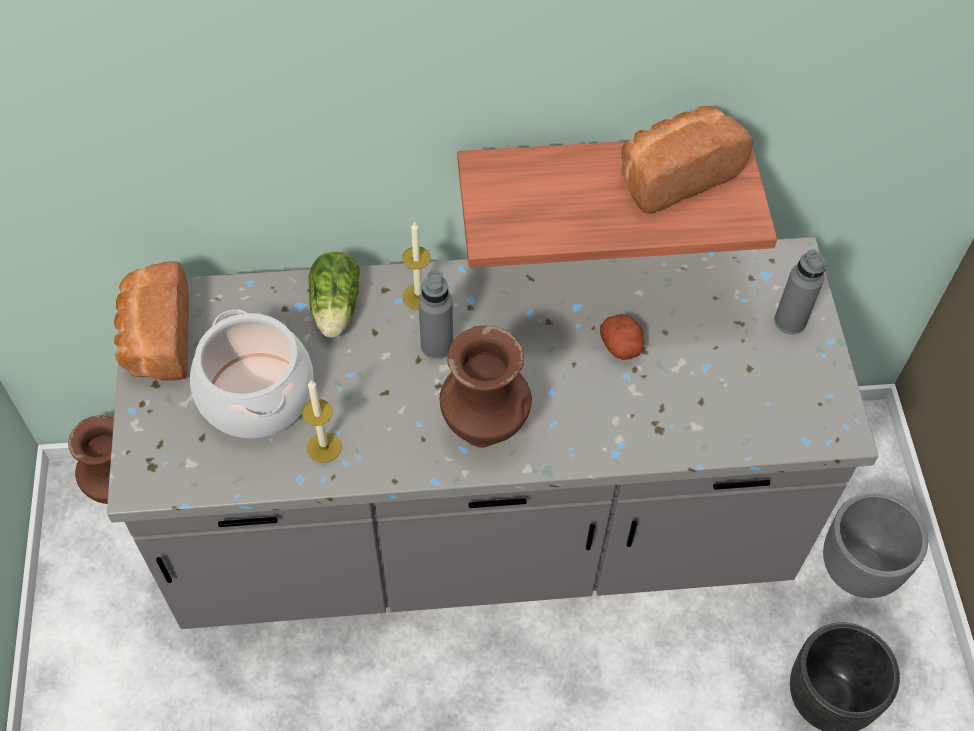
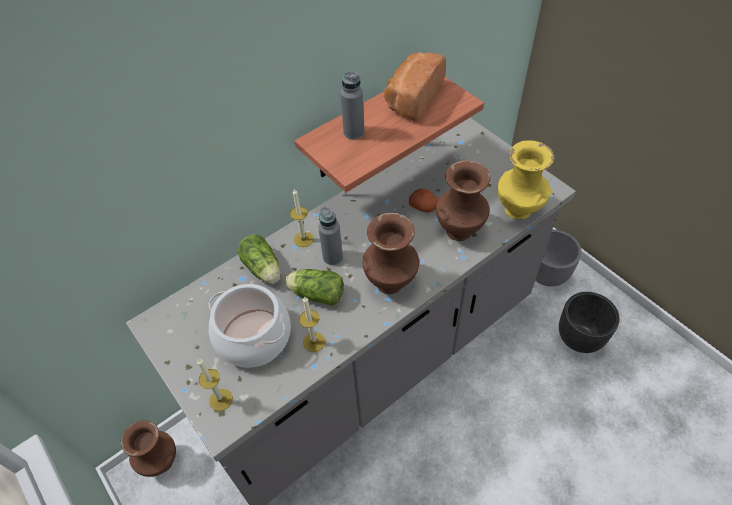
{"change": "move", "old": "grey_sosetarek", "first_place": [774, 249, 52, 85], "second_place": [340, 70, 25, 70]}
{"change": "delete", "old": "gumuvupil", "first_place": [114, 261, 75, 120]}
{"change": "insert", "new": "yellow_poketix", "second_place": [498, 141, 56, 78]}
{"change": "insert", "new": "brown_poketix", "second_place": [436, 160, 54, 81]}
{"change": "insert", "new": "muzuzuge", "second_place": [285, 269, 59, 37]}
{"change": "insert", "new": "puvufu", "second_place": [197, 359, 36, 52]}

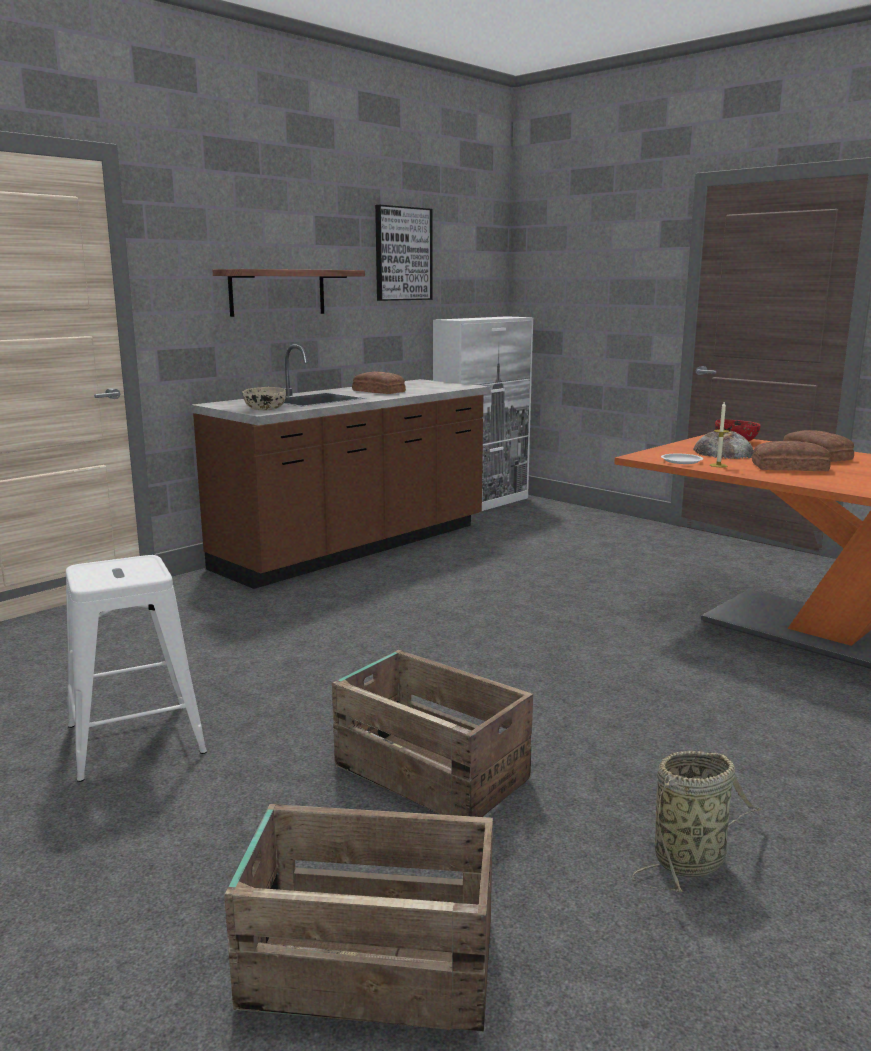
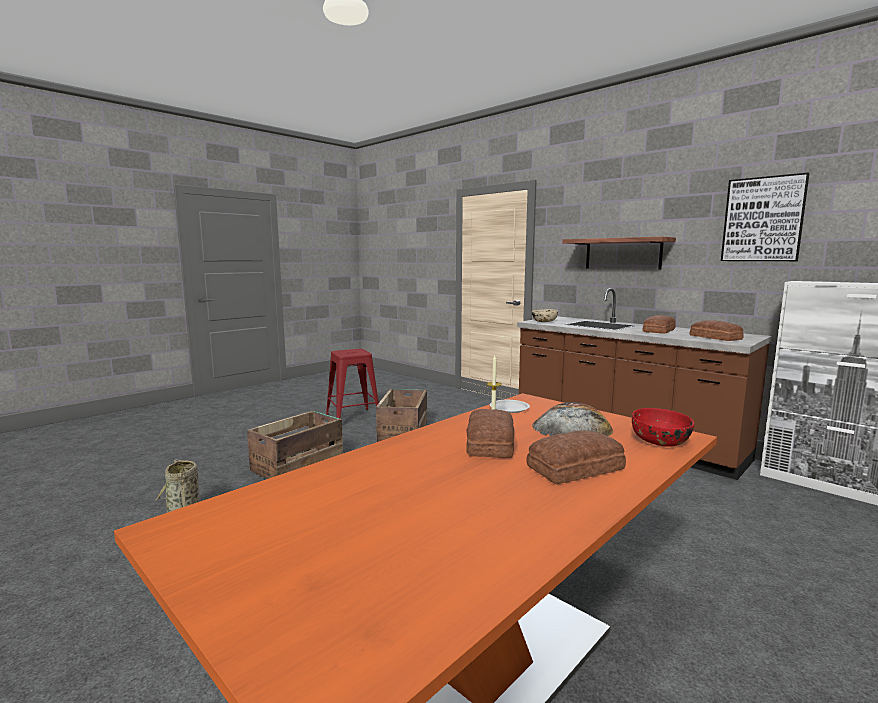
{"change": "recolor", "old": "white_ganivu", "new": "red_ganivu", "first_place": [66, 555, 141, 227], "second_place": [326, 349, 53, 69]}
{"change": "move", "old": "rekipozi", "first_place": [224, 804, 269, 227], "second_place": [376, 389, 51, 53]}
{"change": "insert", "new": "gumuvupil", "second_place": [689, 320, 55, 21]}

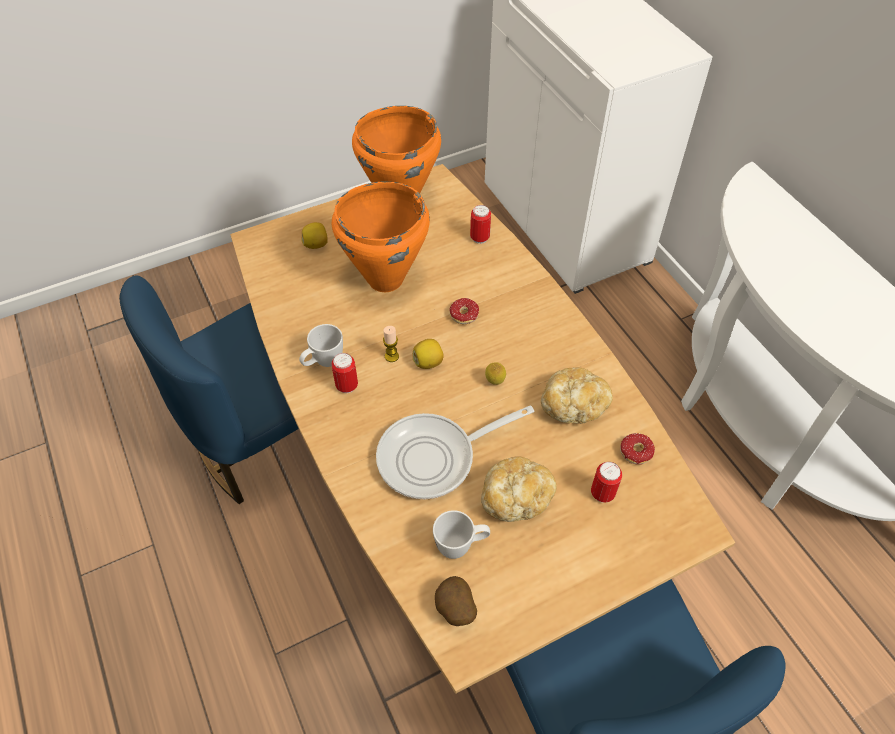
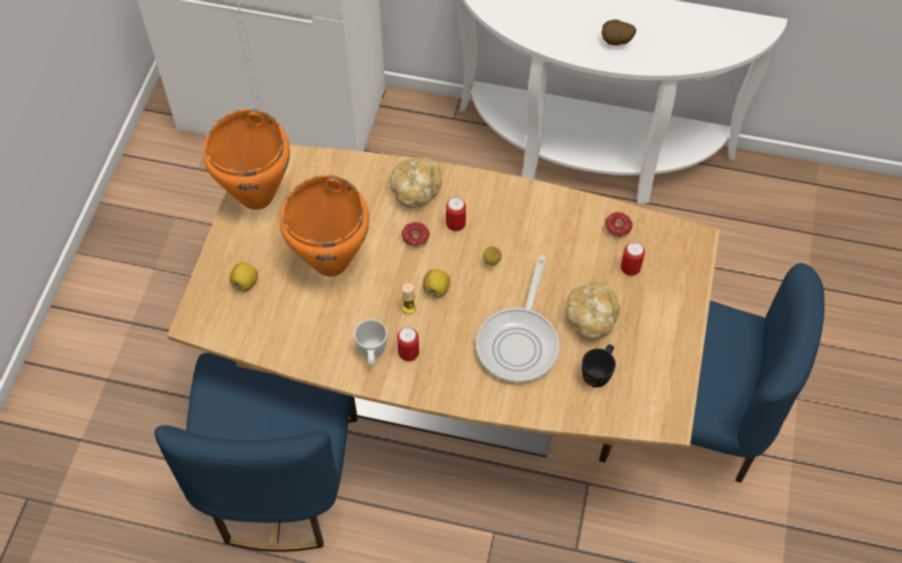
{"change": "move", "old": "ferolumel", "first_place": [470, 205, 21, 39], "second_place": [446, 197, 20, 35]}
{"change": "move", "old": "gumuvupil", "first_place": [541, 367, 72, 57], "second_place": [390, 157, 52, 51]}
{"change": "recolor", "old": "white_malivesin", "new": "black_malivesin", "first_place": [433, 510, 57, 49], "second_place": [582, 344, 34, 44]}
{"change": "move", "old": "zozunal", "first_place": [435, 576, 42, 50], "second_place": [602, 20, 34, 25]}

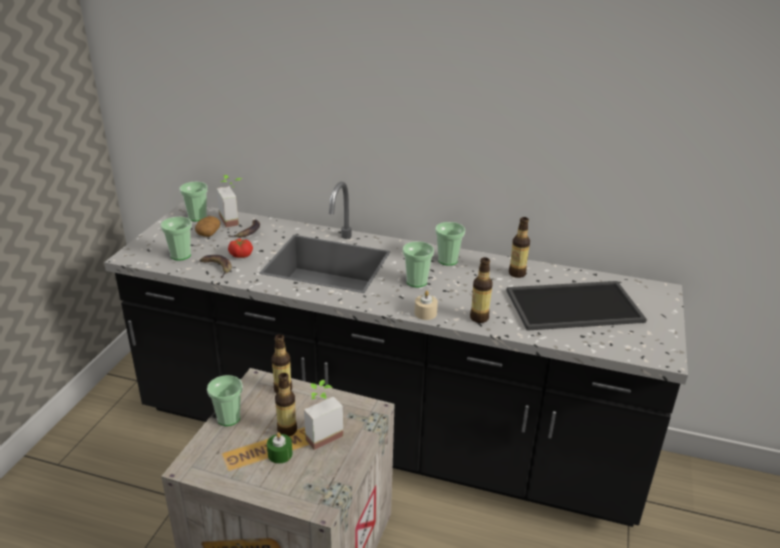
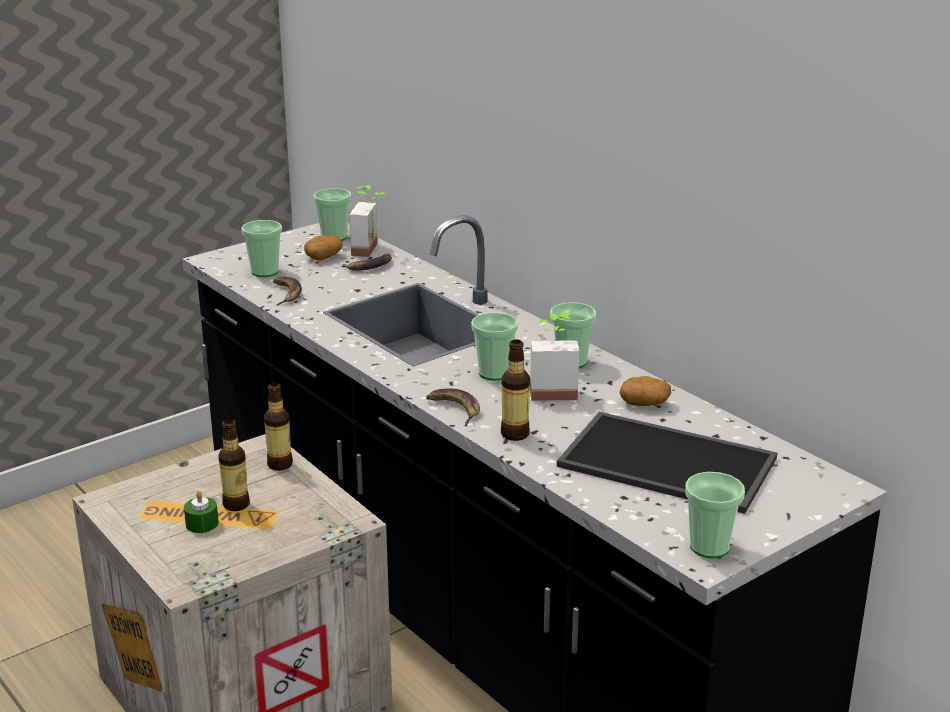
{"change": "replace", "old": "sosetarek", "new": "zozunal", "first_place": [509, 217, 21, 61], "second_place": [620, 376, 51, 30]}
{"change": "delete", "old": "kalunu", "first_place": [228, 238, 25, 20]}
{"change": "replace", "old": "beige_puvufu", "new": "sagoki", "first_place": [414, 291, 24, 29], "second_place": [426, 389, 54, 36]}
{"change": "move", "old": "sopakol", "first_place": [207, 375, 36, 51], "second_place": [685, 472, 60, 86]}
{"change": "move", "old": "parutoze", "first_place": [304, 380, 39, 70], "second_place": [530, 312, 49, 89]}

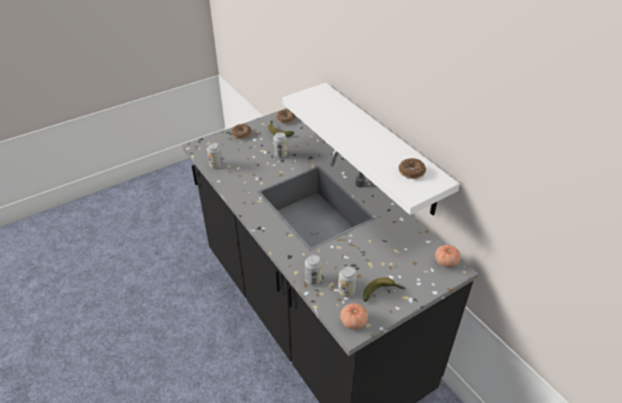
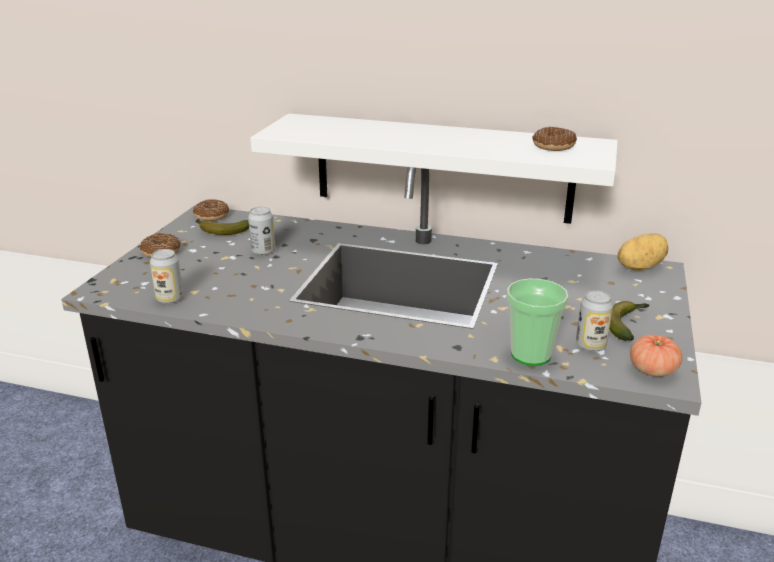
{"change": "replace", "old": "kalunu", "new": "zozunal", "first_place": [435, 245, 26, 23], "second_place": [618, 233, 50, 38]}
{"change": "replace", "old": "ferolumel", "new": "sopakol", "first_place": [305, 254, 17, 31], "second_place": [507, 279, 62, 87]}

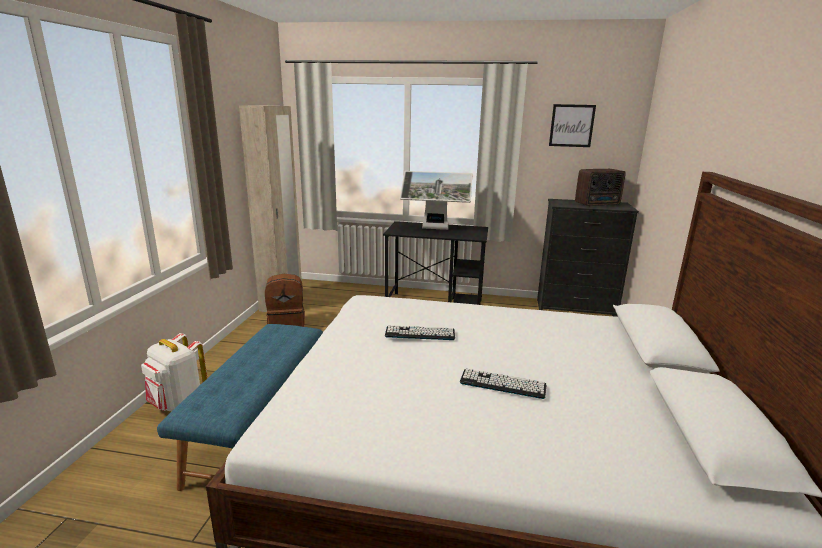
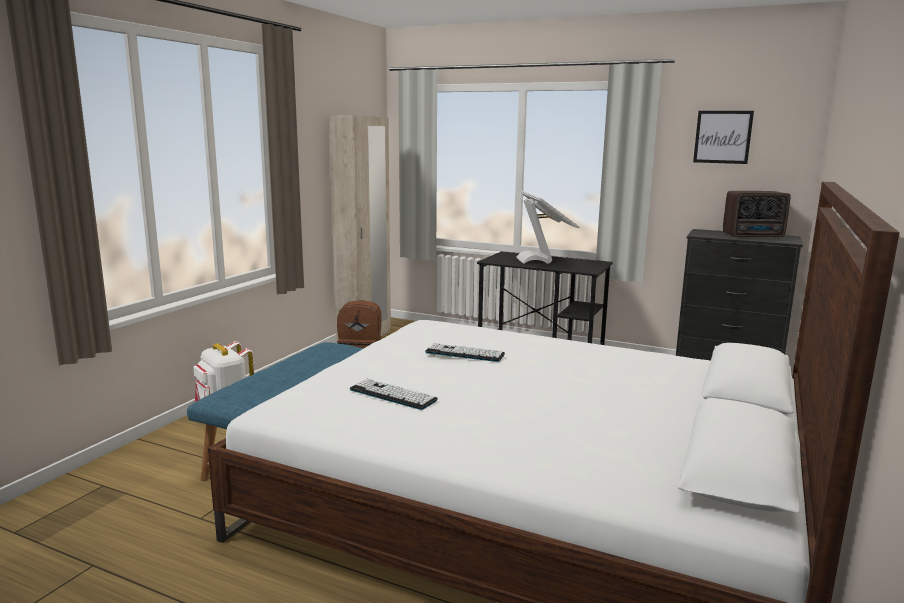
{"change": "rotate", "old": "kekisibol", "first_place": [400, 171, 72, 59], "second_place": [516, 190, 63, 74], "degrees": -120}
{"change": "move", "old": "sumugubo", "first_place": [460, 369, 86, 30], "second_place": [350, 379, 88, 31]}

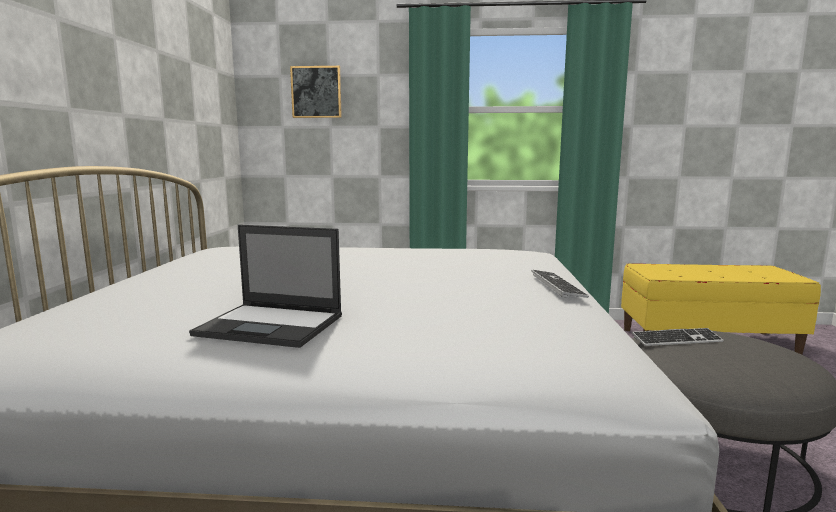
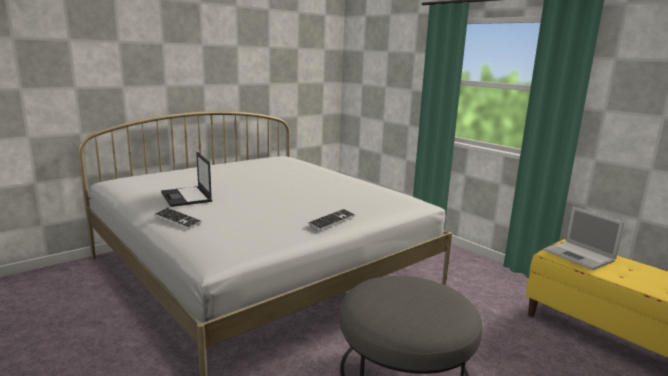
{"change": "delete", "old": "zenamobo", "first_place": [290, 66, 52, 52]}
{"change": "move", "old": "sumugubo", "first_place": [632, 328, 92, 18], "second_place": [154, 208, 48, 21]}
{"change": "insert", "new": "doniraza", "second_place": [544, 207, 80, 63]}

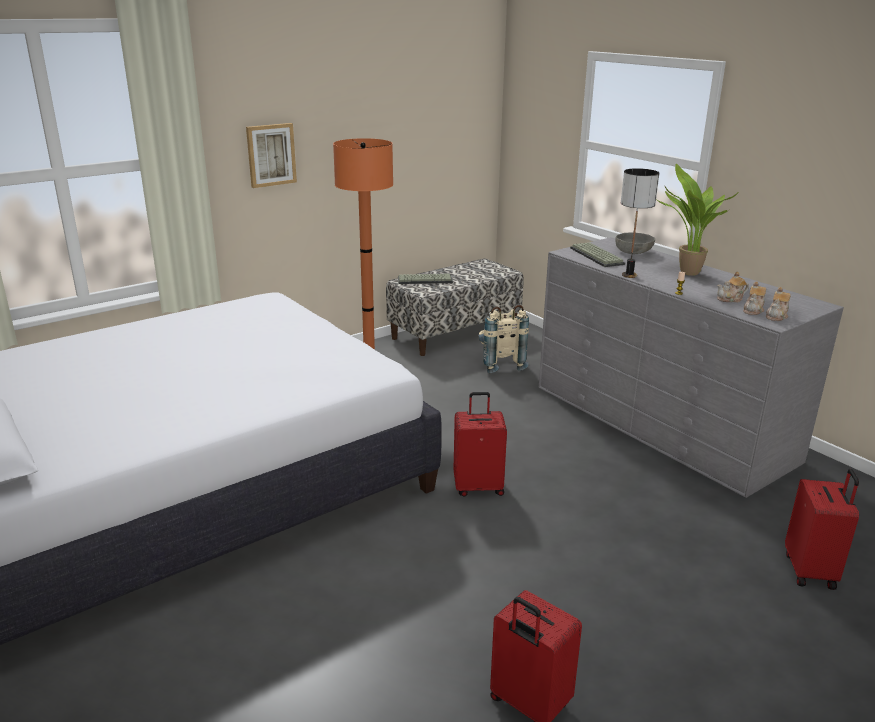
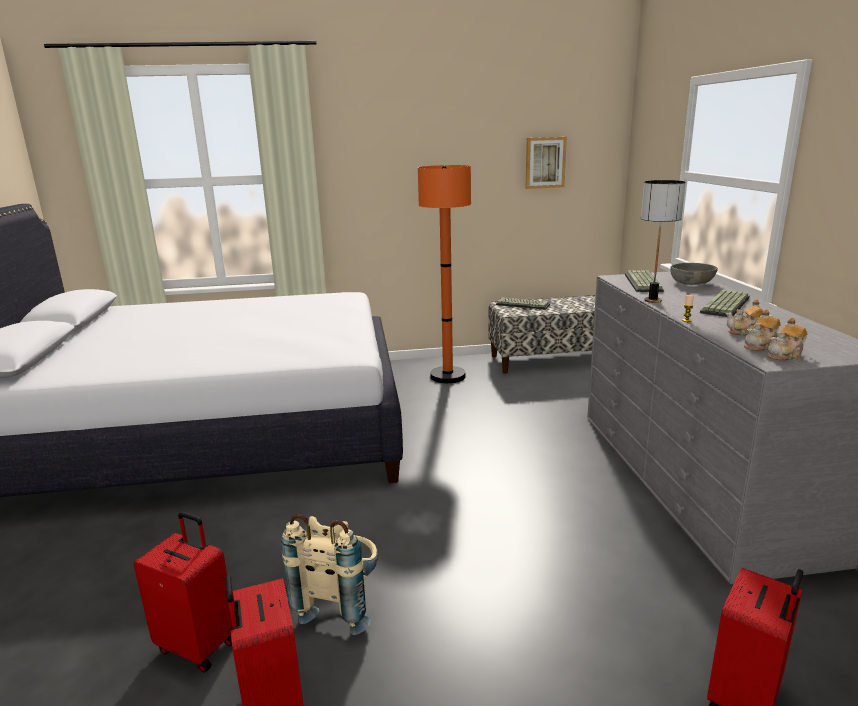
{"change": "move", "old": "zenamobo", "first_place": [246, 123, 51, 65], "second_place": [526, 137, 41, 52]}
{"change": "replace", "old": "parutoze", "new": "sumugubo", "first_place": [656, 164, 83, 112], "second_place": [700, 290, 50, 27]}
{"change": "move", "old": "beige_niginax", "first_place": [478, 305, 51, 68], "second_place": [281, 514, 97, 121]}
{"change": "move", "old": "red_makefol", "first_place": [453, 392, 54, 105], "second_place": [133, 512, 99, 161]}

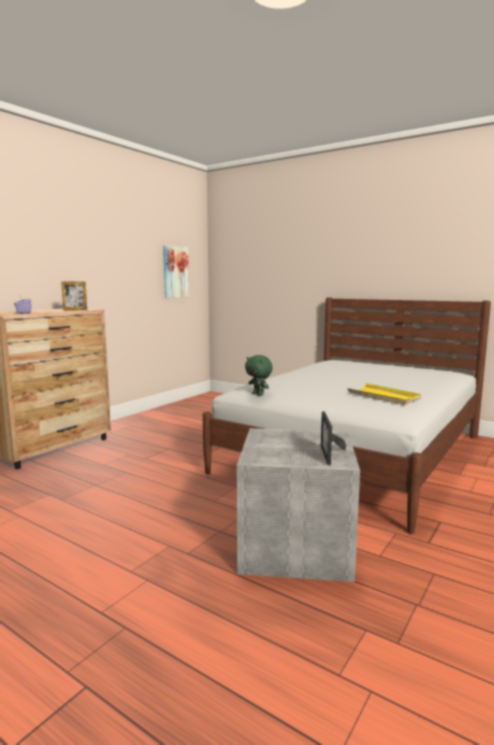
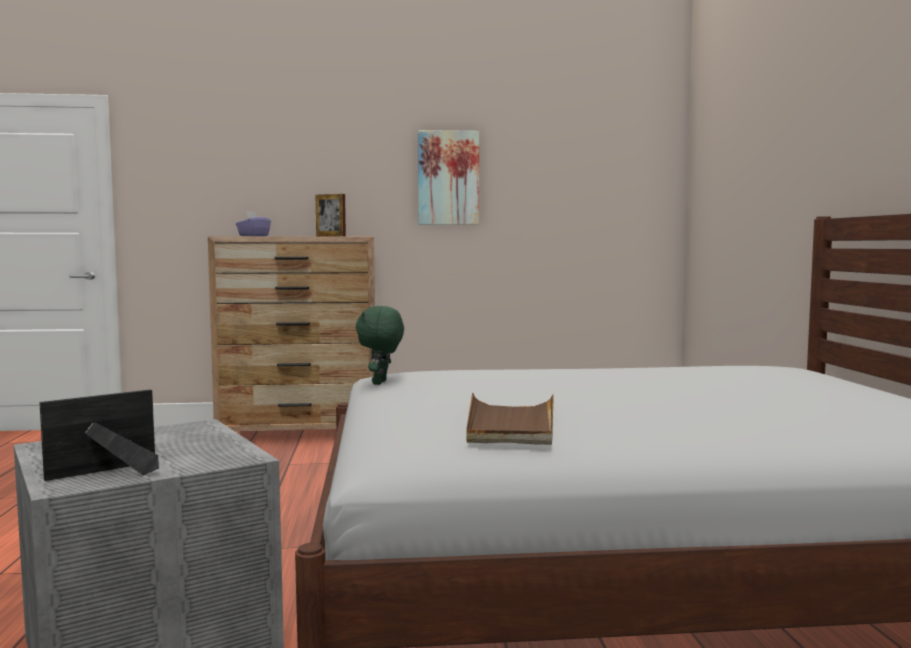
{"change": "move", "old": "zenamobo", "first_place": [163, 245, 26, 53], "second_place": [418, 130, 61, 95]}
{"change": "recolor", "old": "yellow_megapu", "new": "brown_megapu", "first_place": [347, 383, 74, 22], "second_place": [466, 393, 88, 52]}

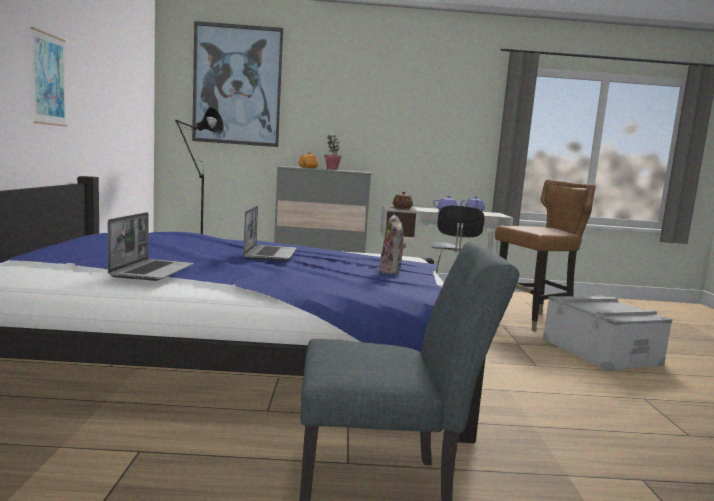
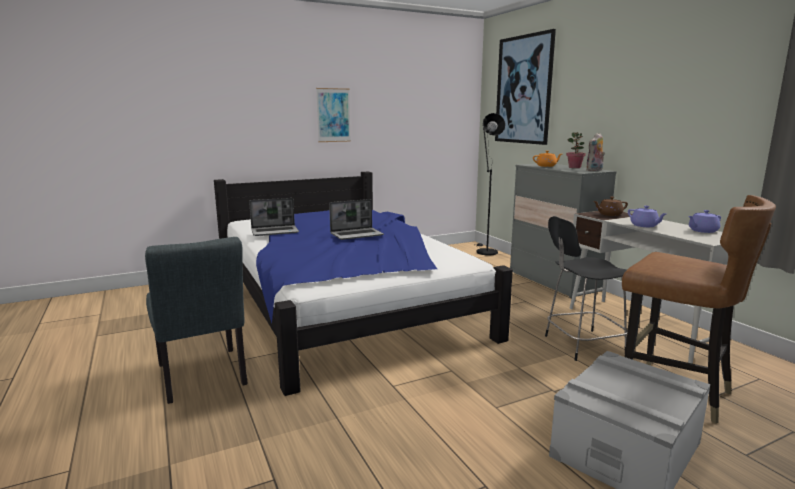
{"change": "move", "old": "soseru", "first_place": [379, 215, 27, 60], "second_place": [586, 133, 19, 38]}

